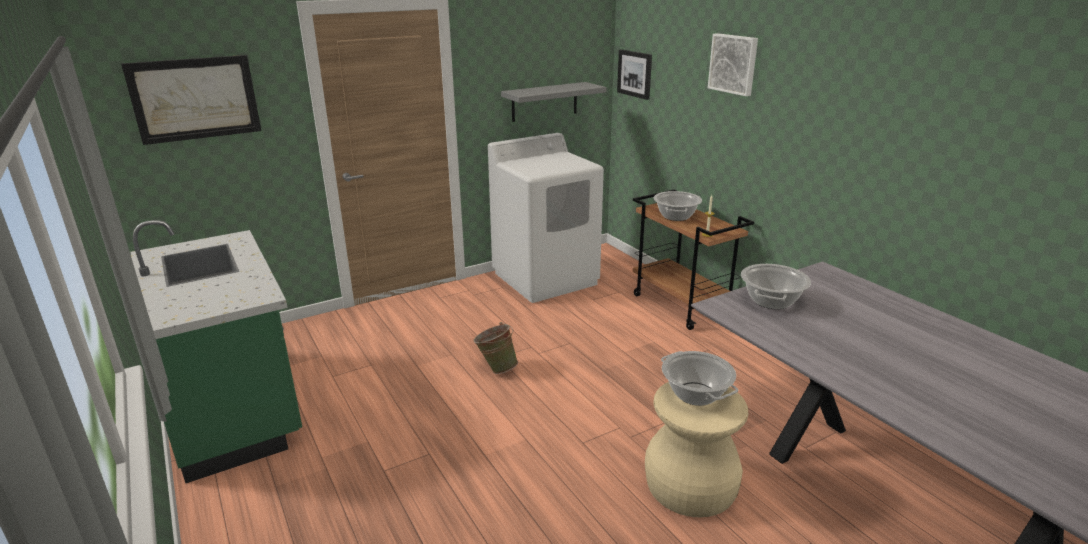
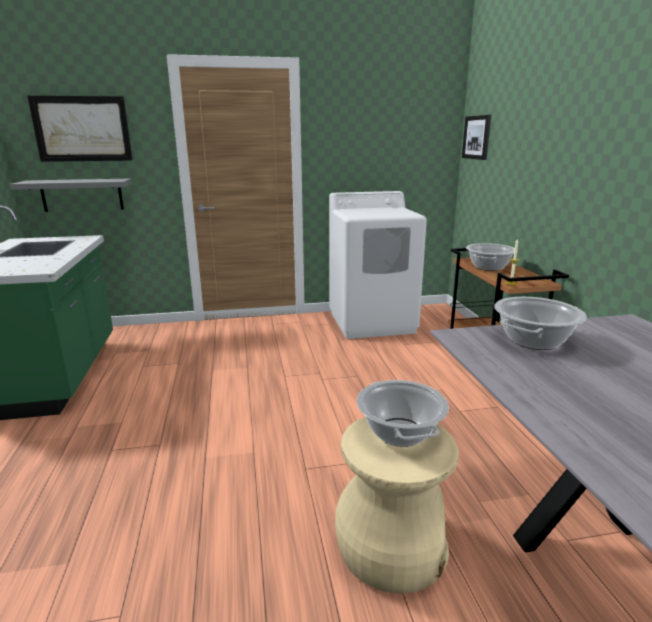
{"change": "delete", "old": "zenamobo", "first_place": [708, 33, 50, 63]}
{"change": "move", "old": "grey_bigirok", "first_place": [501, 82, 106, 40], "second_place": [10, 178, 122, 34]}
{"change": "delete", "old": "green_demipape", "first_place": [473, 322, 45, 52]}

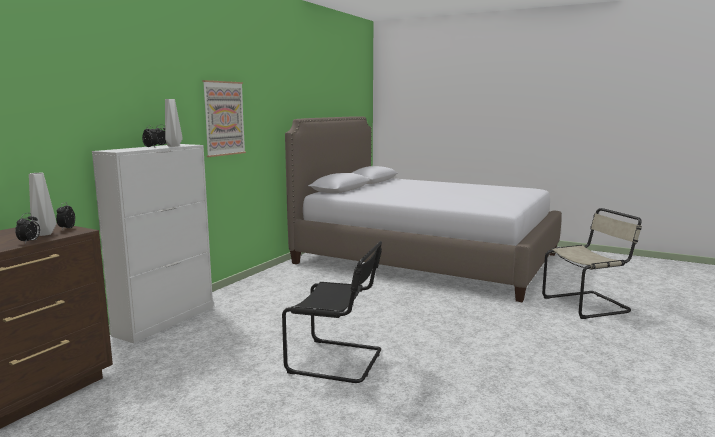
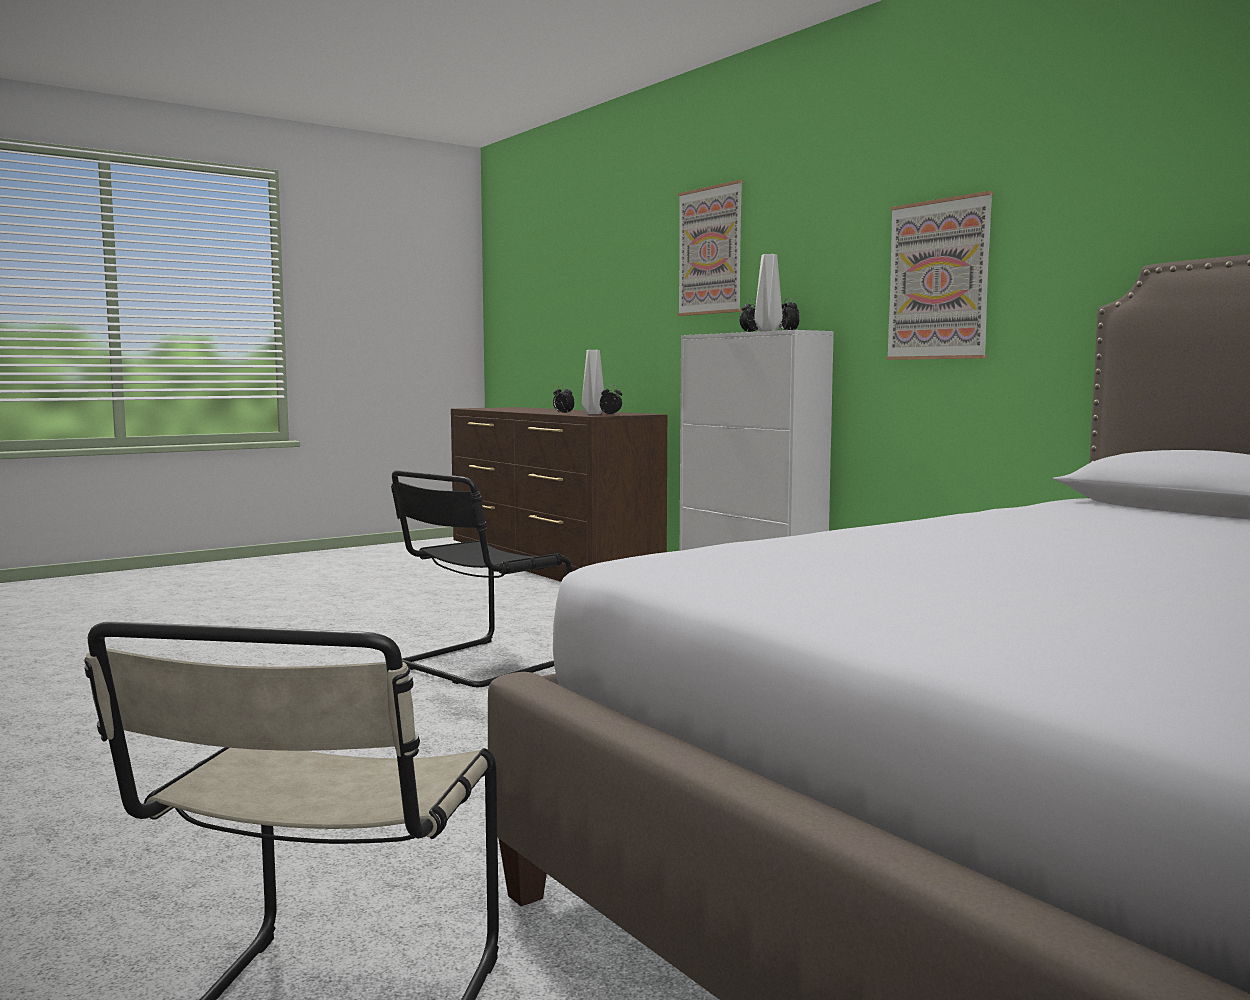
{"change": "insert", "new": "zenamobo", "second_place": [677, 180, 66, 136]}

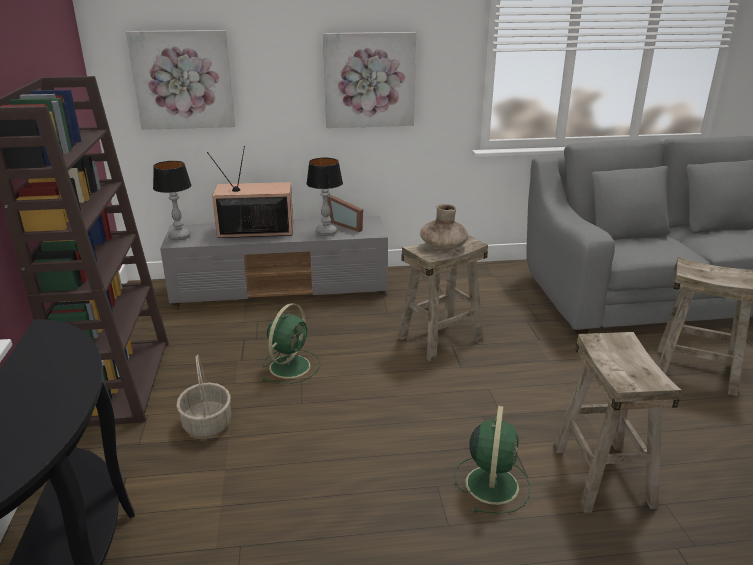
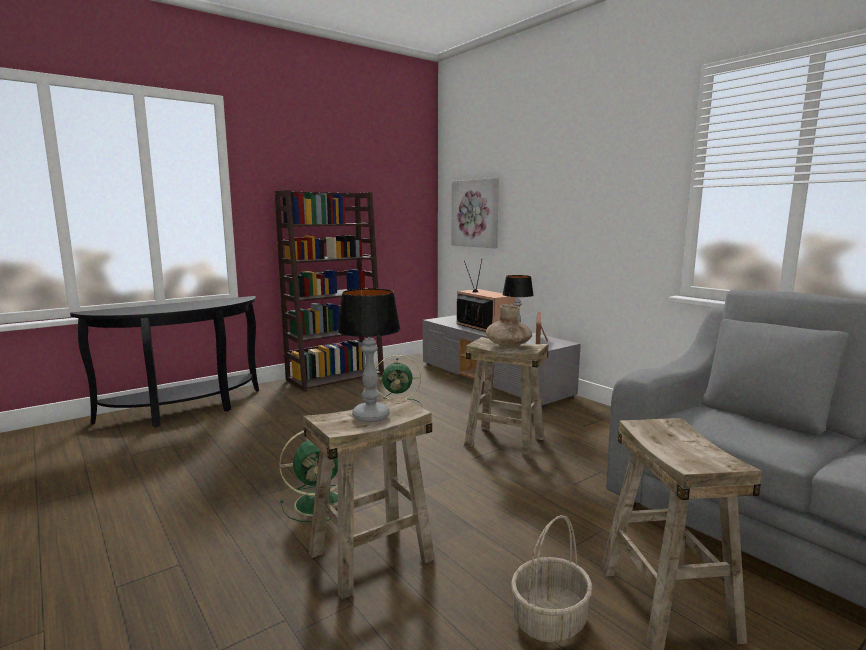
{"change": "delete", "old": "zenamobo", "first_place": [323, 32, 93, 96]}
{"change": "move", "old": "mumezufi", "first_place": [153, 161, 38, 79], "second_place": [337, 288, 64, 134]}
{"change": "move", "old": "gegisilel", "first_place": [176, 355, 55, 83], "second_place": [511, 515, 81, 128]}

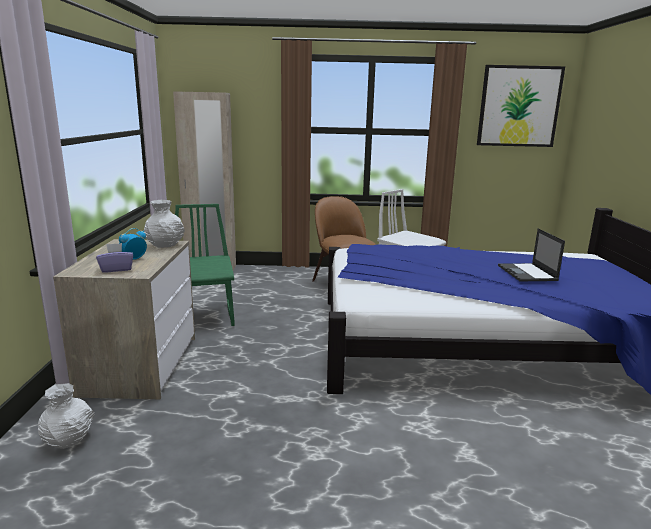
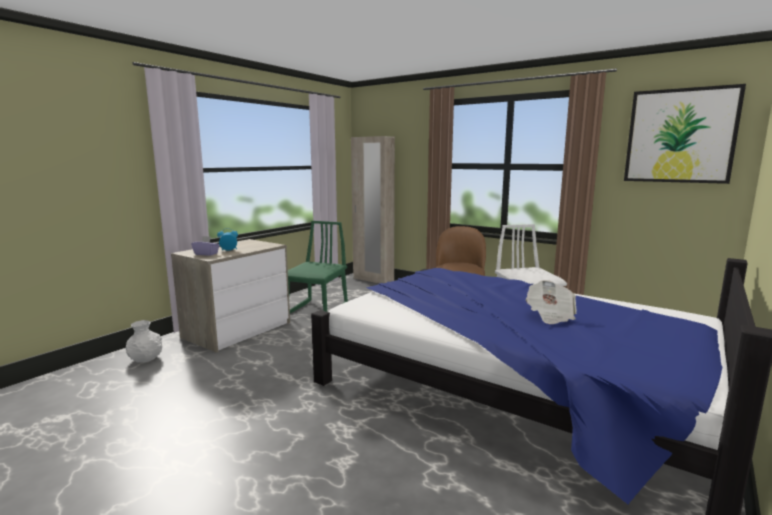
{"change": "delete", "old": "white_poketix", "first_place": [144, 200, 41, 48]}
{"change": "replace", "old": "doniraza", "new": "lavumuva", "first_place": [498, 228, 67, 53], "second_place": [526, 280, 51, 44]}

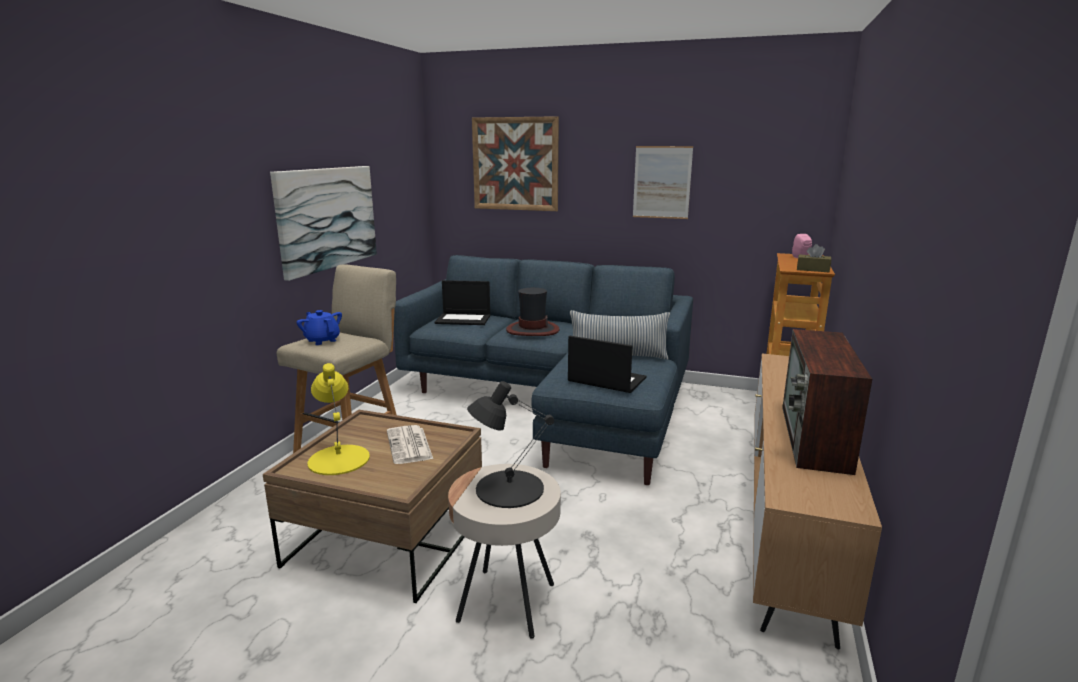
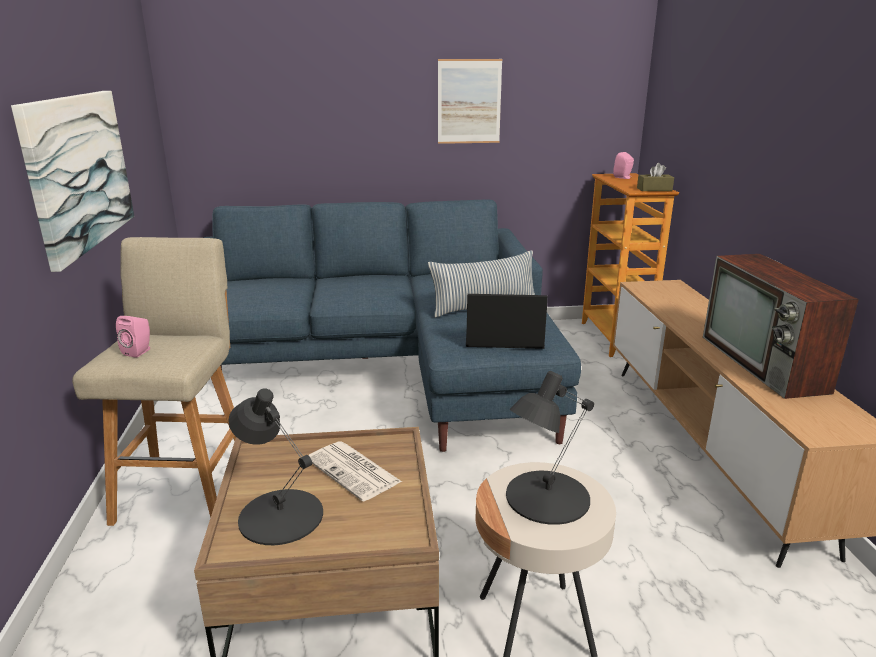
{"change": "delete", "old": "zenamobo", "first_place": [472, 116, 87, 95]}
{"change": "delete", "old": "doniraza", "first_place": [435, 280, 55, 45]}
{"change": "delete", "old": "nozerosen", "first_place": [506, 288, 53, 48]}
{"change": "replace", "old": "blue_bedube", "new": "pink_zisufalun", "first_place": [297, 310, 45, 35], "second_place": [116, 316, 34, 42]}
{"change": "recolor", "old": "yellow_mumezufi", "new": "black_mumezufi", "first_place": [307, 363, 63, 112], "second_place": [228, 388, 95, 157]}

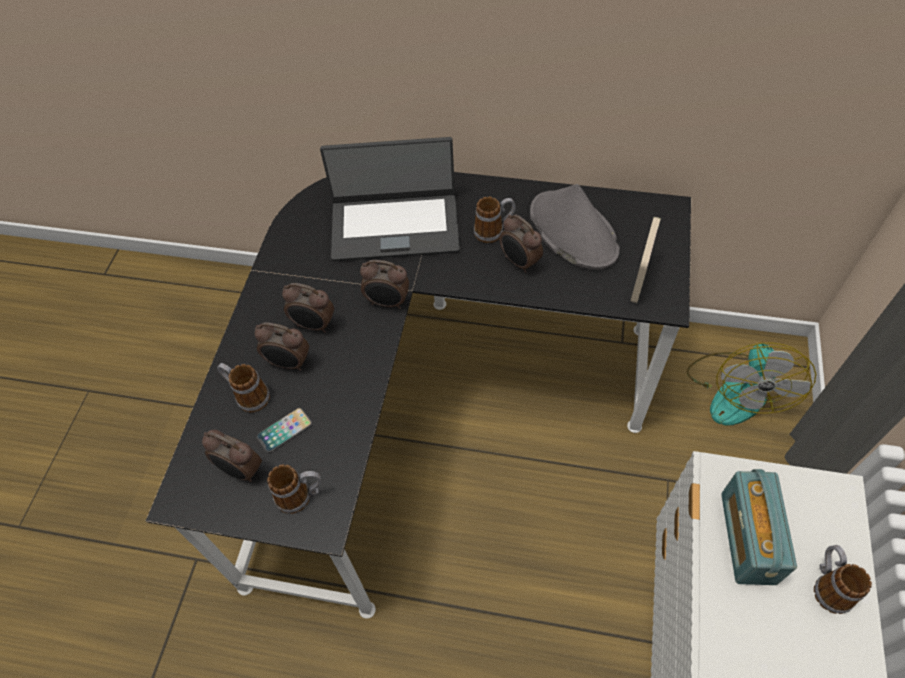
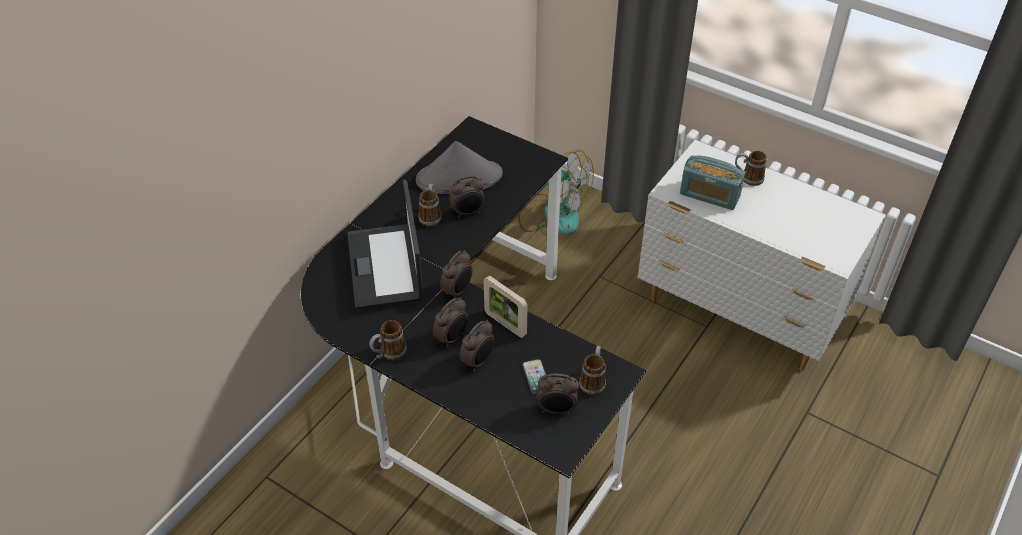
{"change": "rotate", "old": "doniraza", "first_place": [320, 137, 140, 124], "second_place": [347, 180, 77, 129], "degrees": 150}
{"change": "move", "old": "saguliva", "first_place": [630, 217, 31, 86], "second_place": [484, 276, 43, 62]}
{"change": "move", "old": "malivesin", "first_place": [217, 363, 53, 49], "second_place": [370, 320, 37, 40]}
{"change": "rotate", "old": "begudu", "first_place": [202, 430, 60, 52], "second_place": [536, 374, 43, 41], "degrees": 45}

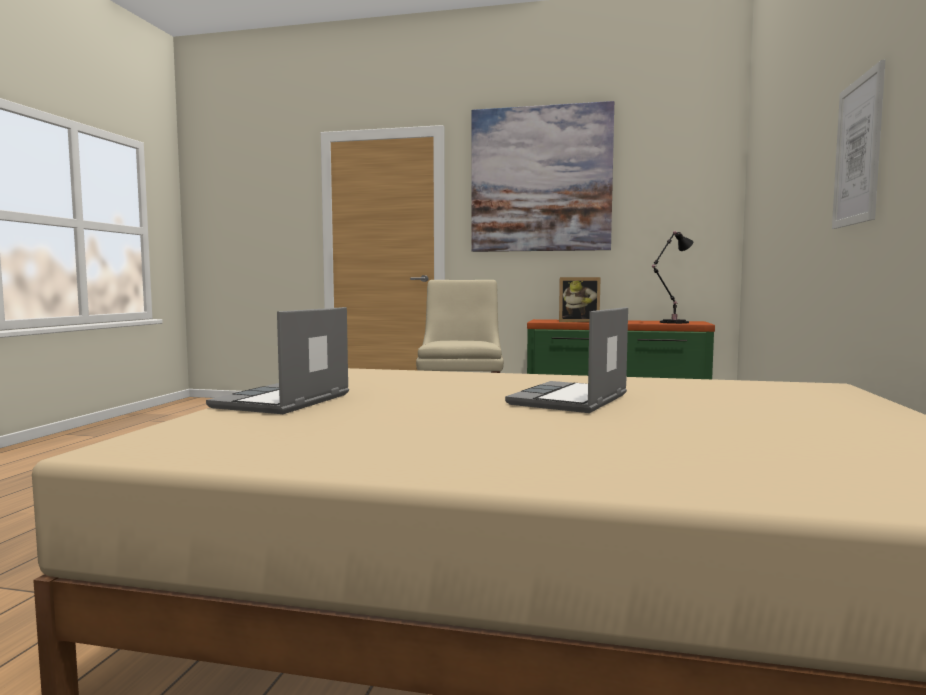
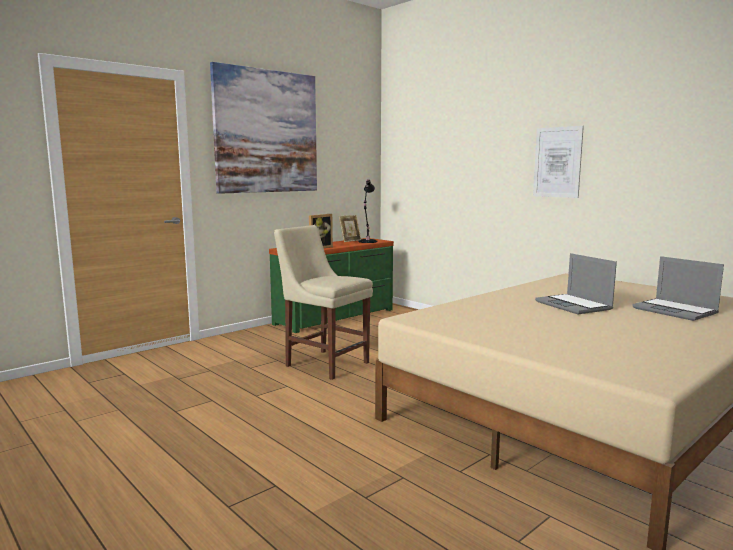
{"change": "move", "old": "doniraza", "first_place": [206, 307, 143, 107], "second_place": [633, 256, 91, 65]}
{"change": "insert", "new": "saguliva", "second_place": [339, 215, 22, 27]}

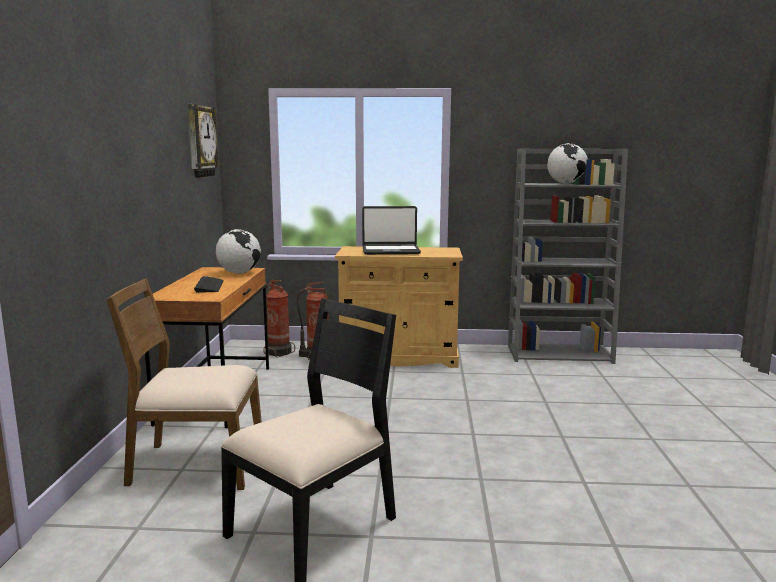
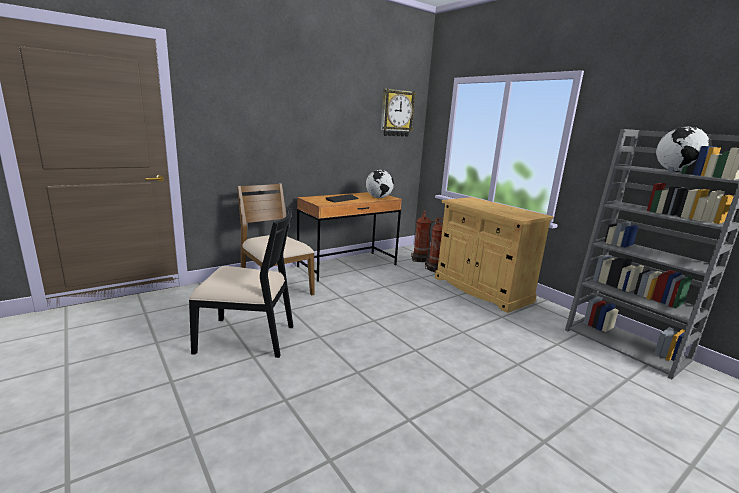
{"change": "delete", "old": "doniraza", "first_place": [362, 206, 59, 49]}

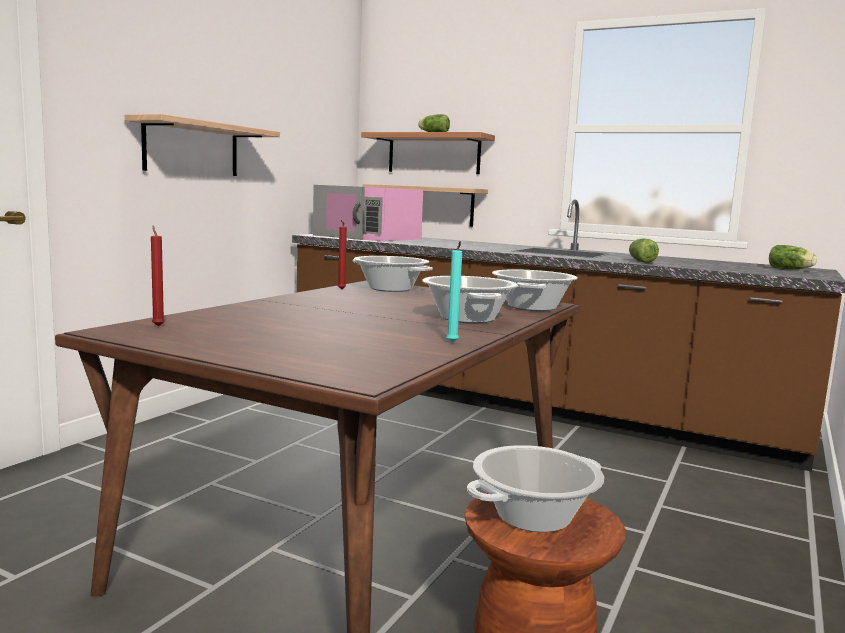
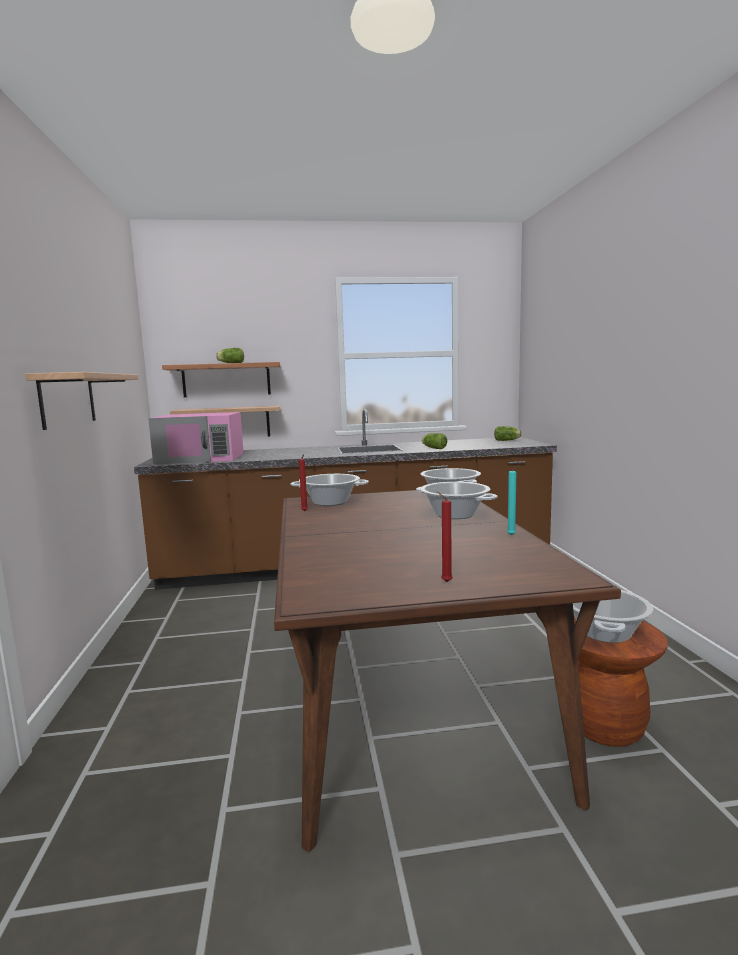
{"change": "move", "old": "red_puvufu", "first_place": [151, 225, 14, 102], "second_place": [437, 492, 16, 90]}

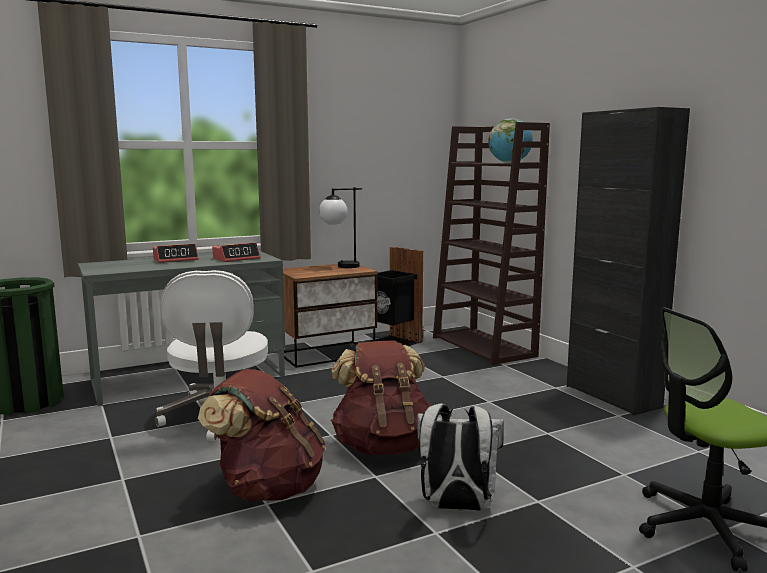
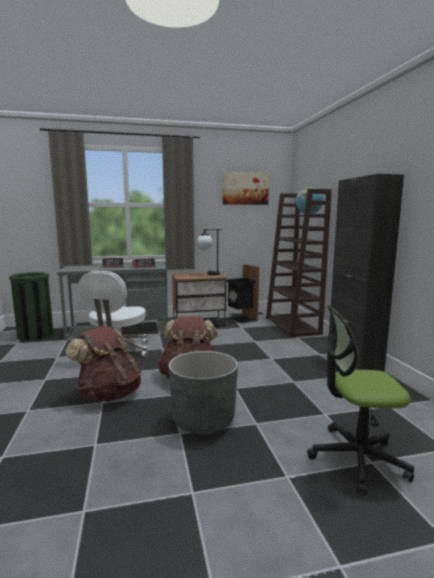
{"change": "replace", "old": "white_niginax", "new": "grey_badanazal", "first_place": [417, 403, 87, 108], "second_place": [169, 351, 69, 83]}
{"change": "insert", "new": "zenamobo", "second_place": [223, 172, 46, 33]}

